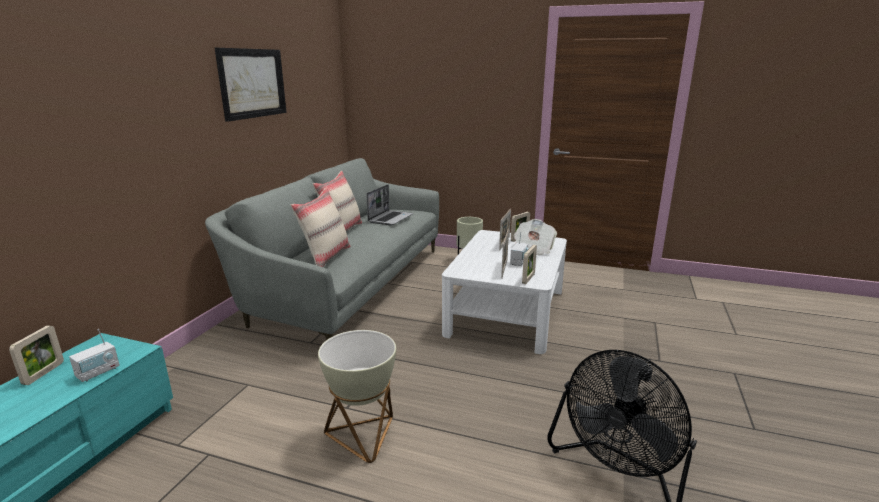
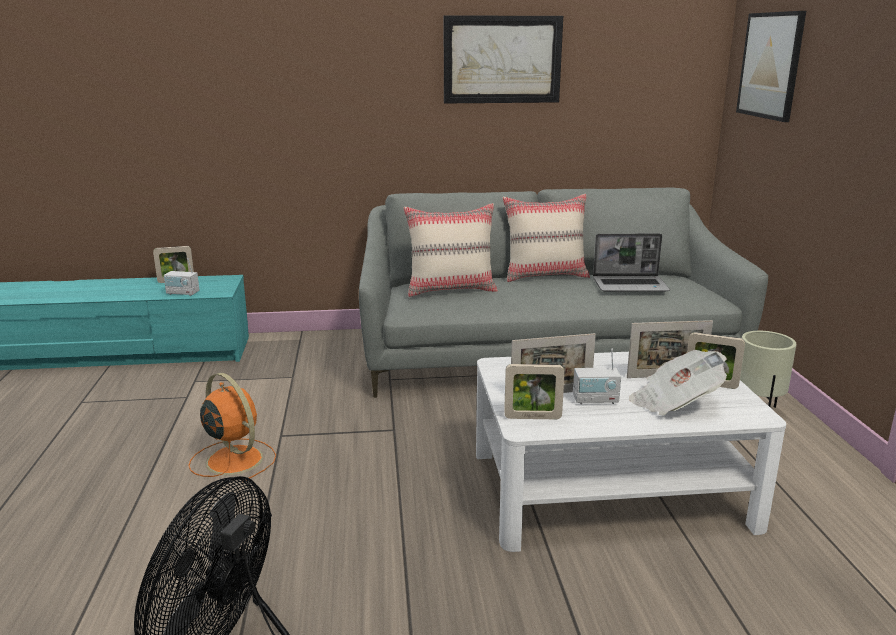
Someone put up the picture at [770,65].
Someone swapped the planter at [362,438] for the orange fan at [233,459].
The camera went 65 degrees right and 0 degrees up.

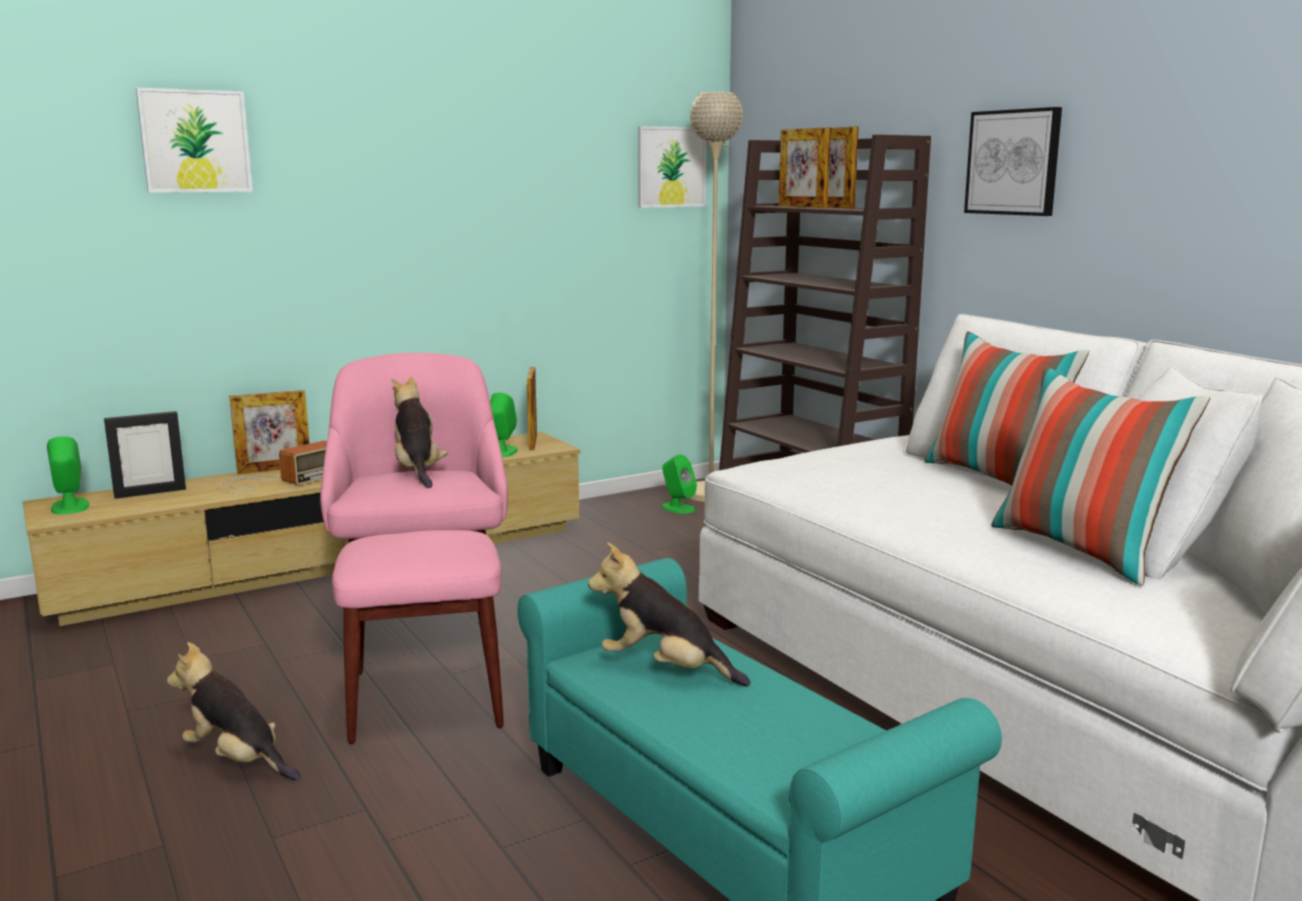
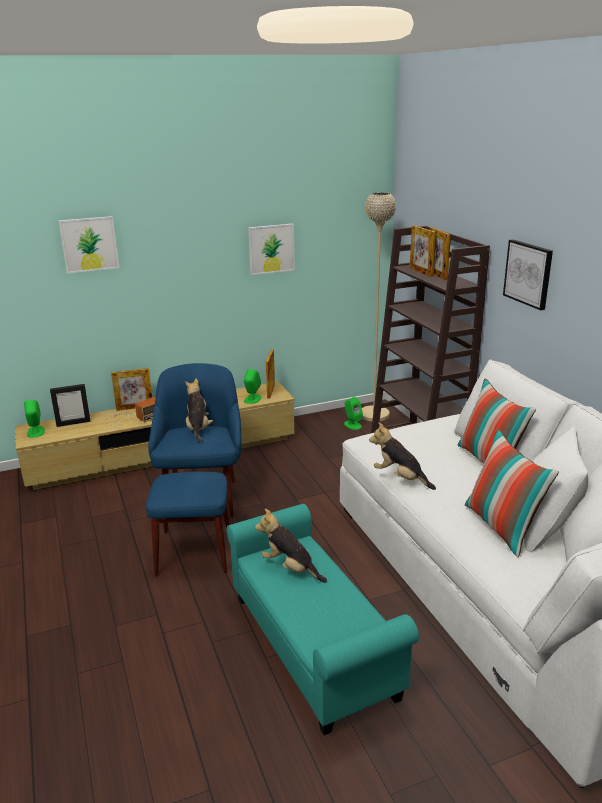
Someone carried the plush toy from [237,760] to [400,478].
Someone carried the picture from [671,167] to [271,249].
Someone repainted the pink armchair at [424,646], which became the blue armchair at [199,517].
The camera went 10 degrees right and 10 degrees up.

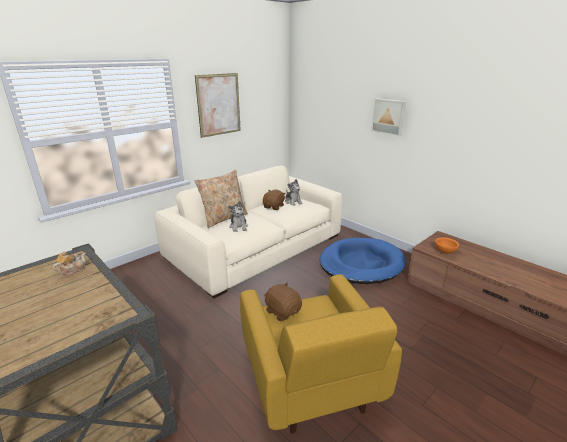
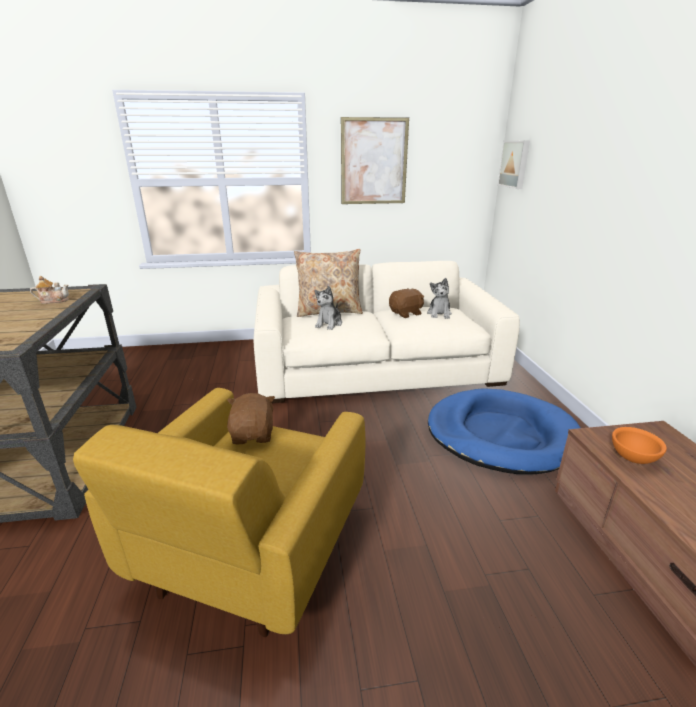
Someone carried the picture from [388,116] to [515,164].
The camera went 35 degrees right and 0 degrees up.

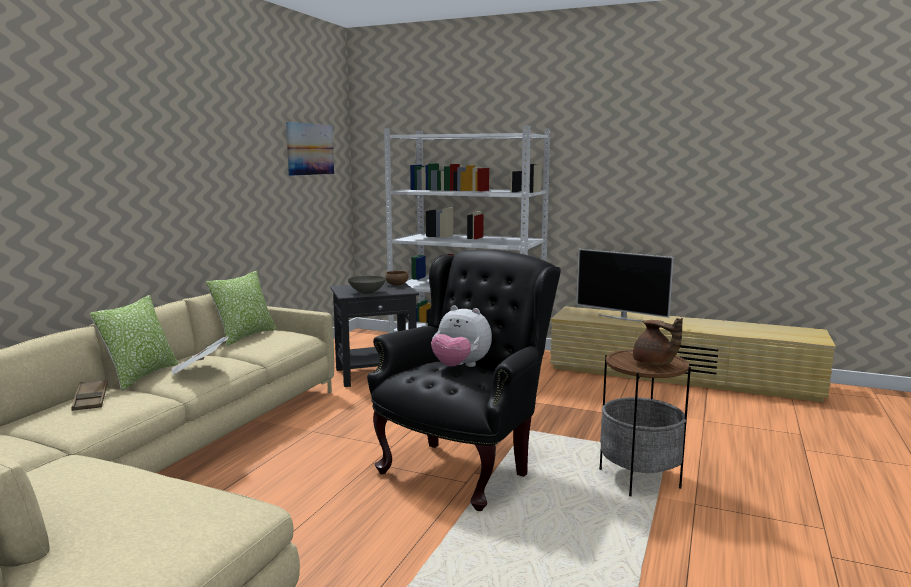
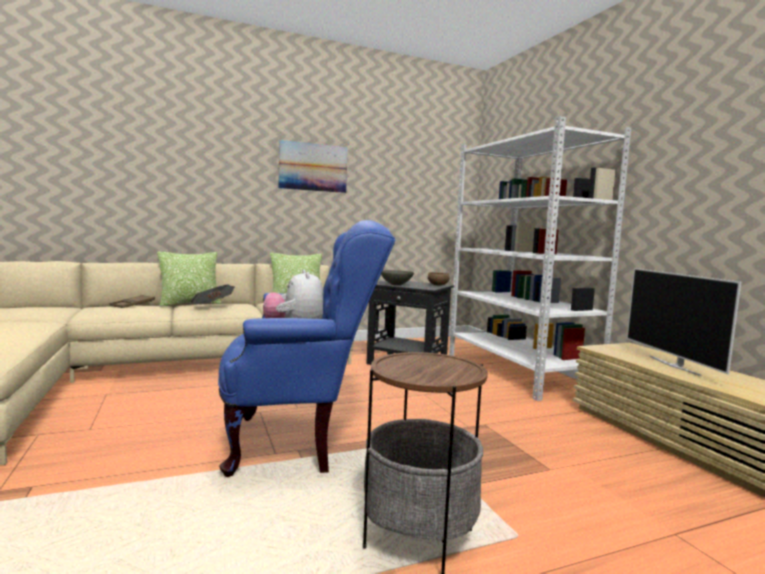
Someone took away the brown teapot at [654,364].
Someone carried the picture from [310,149] to [313,167].
Someone repainted the black armchair at [464,467], which became the blue armchair at [301,443].
The camera went 45 degrees right and 5 degrees down.

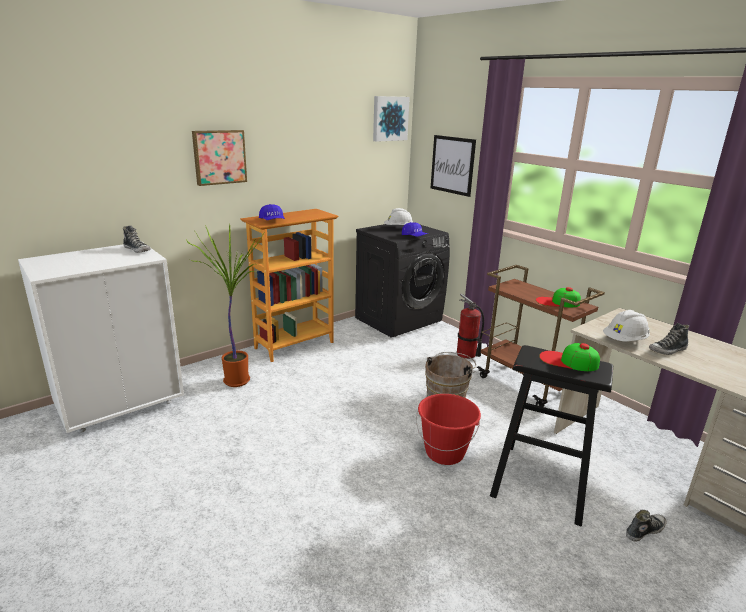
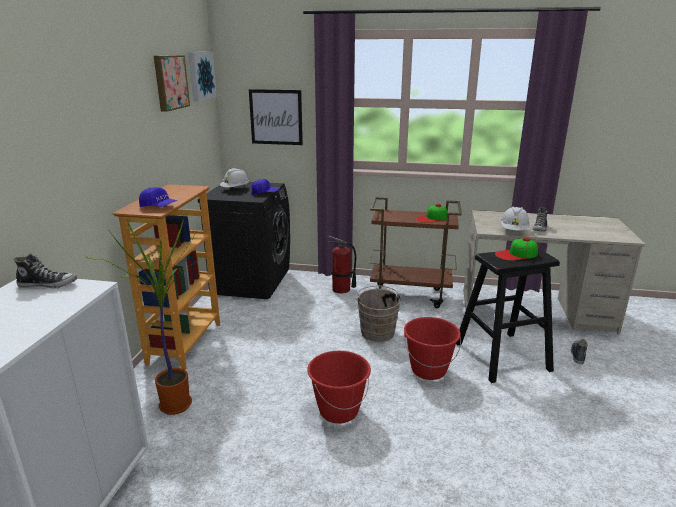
Someone put down the red bucket at [338,410].
Someone carried the picture from [219,157] to [170,82].
The camera went 40 degrees left and 0 degrees up.

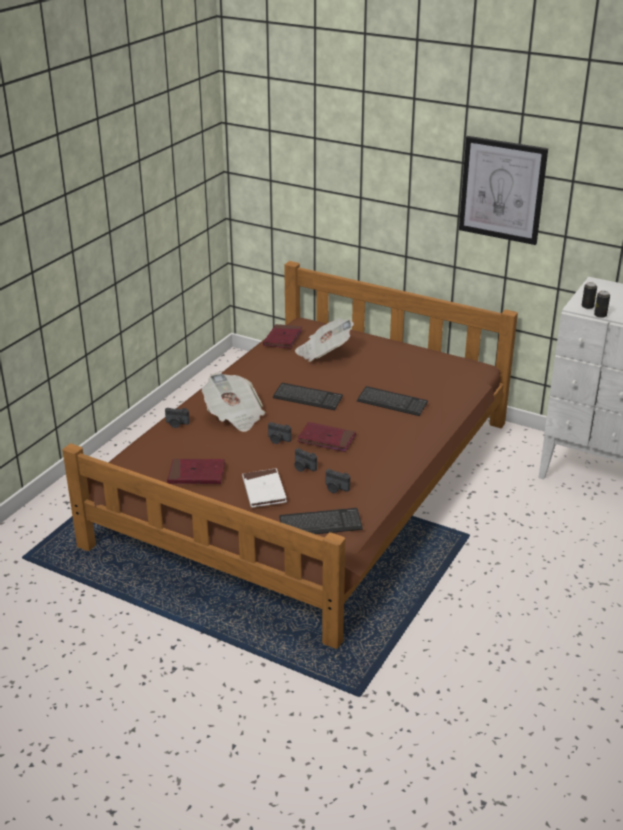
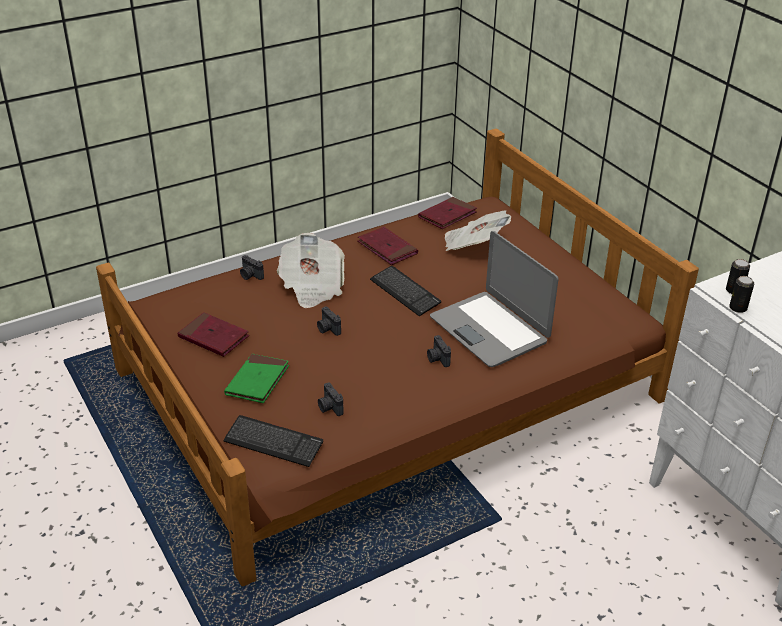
Someone took away the picture at [502,190].
Someone carried the photo camera from [303,467] to [437,359].
Someone carried the red book from [326,439] to [387,248].
Someone swapped the keyboard at [392,403] for the laptop at [489,329].
Someone repainted the white book at [264,490], which became the green book at [257,381].
The camera went 30 degrees right and 5 degrees up.

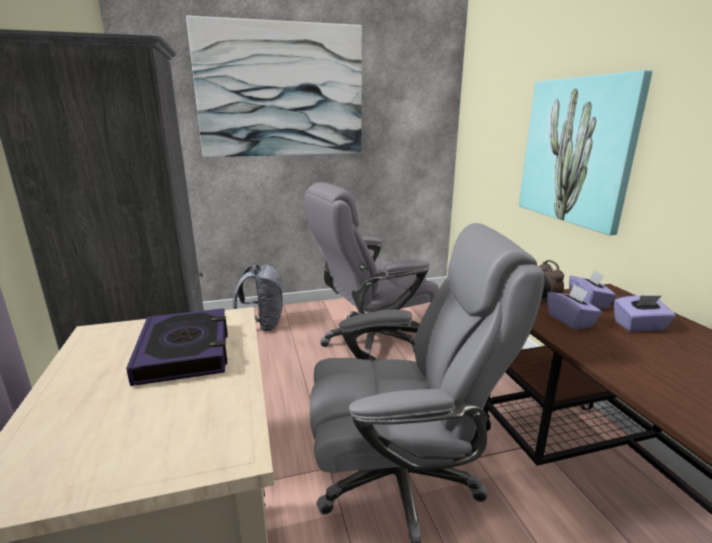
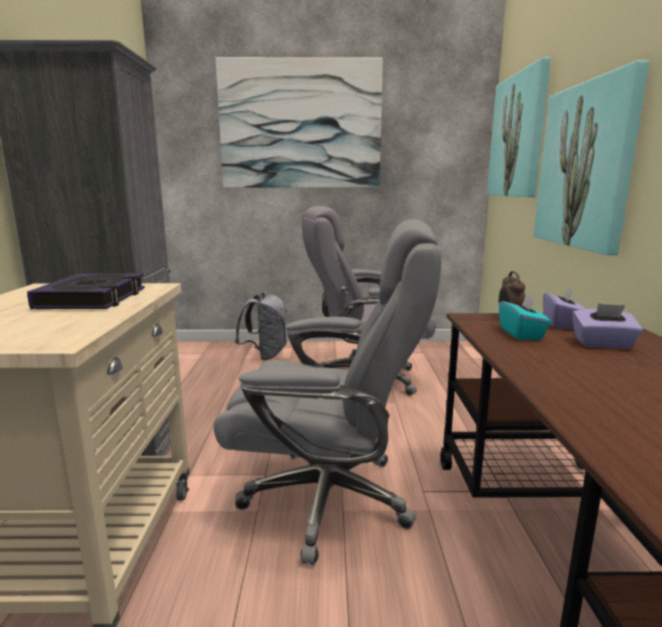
Someone put up the picture at [518,136].
Someone repainted the purple tissue box at [570,320], which became the turquoise tissue box at [521,334].
The camera went 15 degrees right and 5 degrees down.

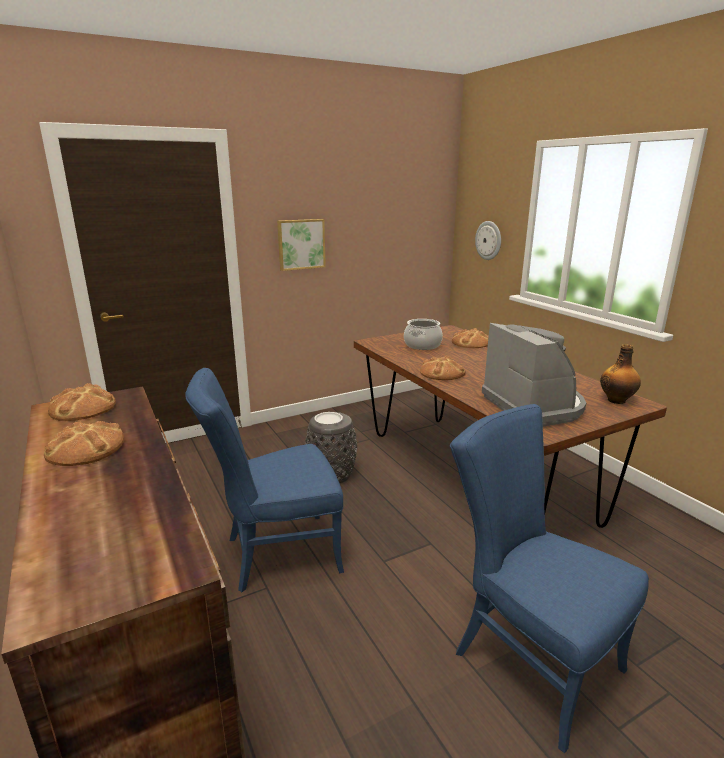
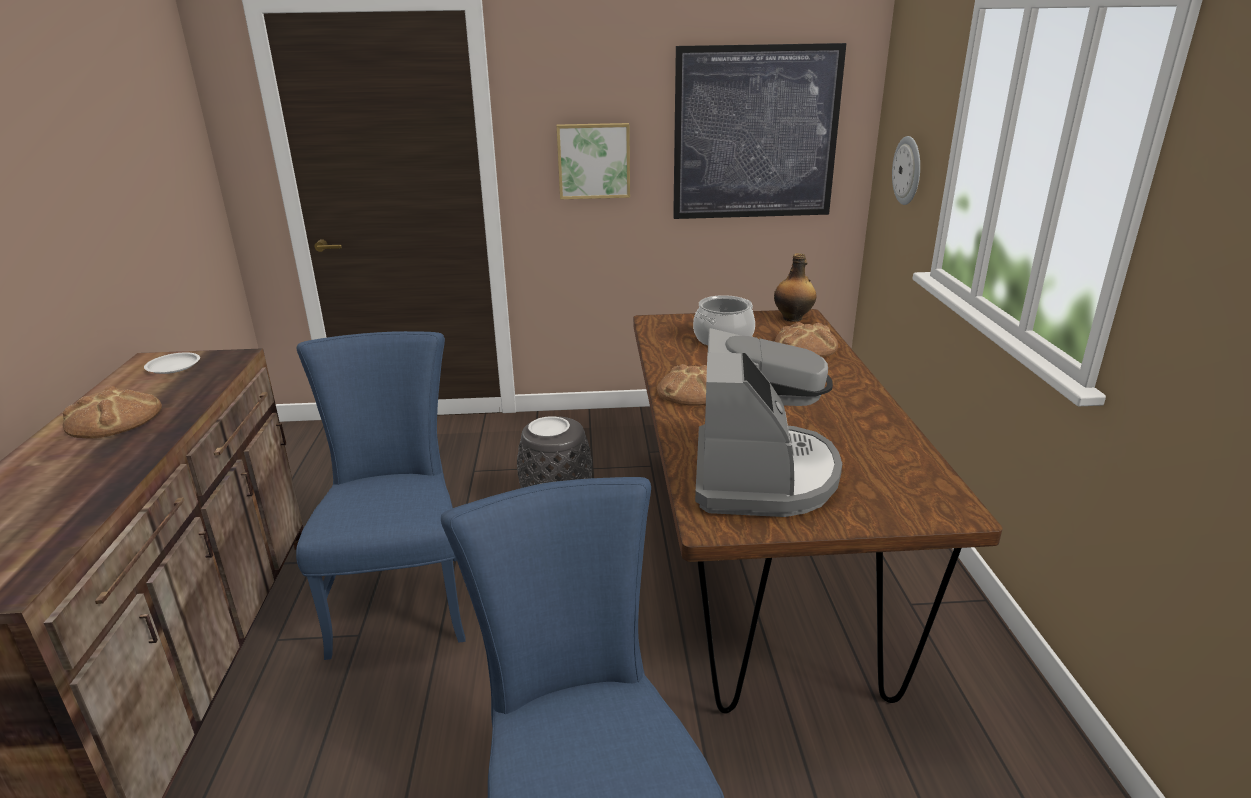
Someone put up the picture at [755,134].
Someone carried the bottle from [617,400] to [793,318].
Someone swapped the bread at [83,408] for the white plate at [174,366].
Someone rotated the blue chair at [275,554] by 75 degrees clockwise.
The camera went 25 degrees right and 5 degrees up.

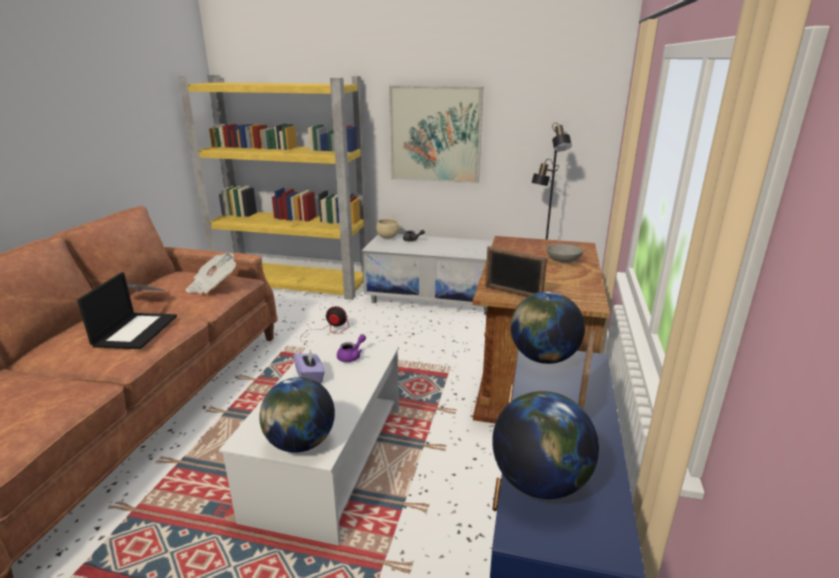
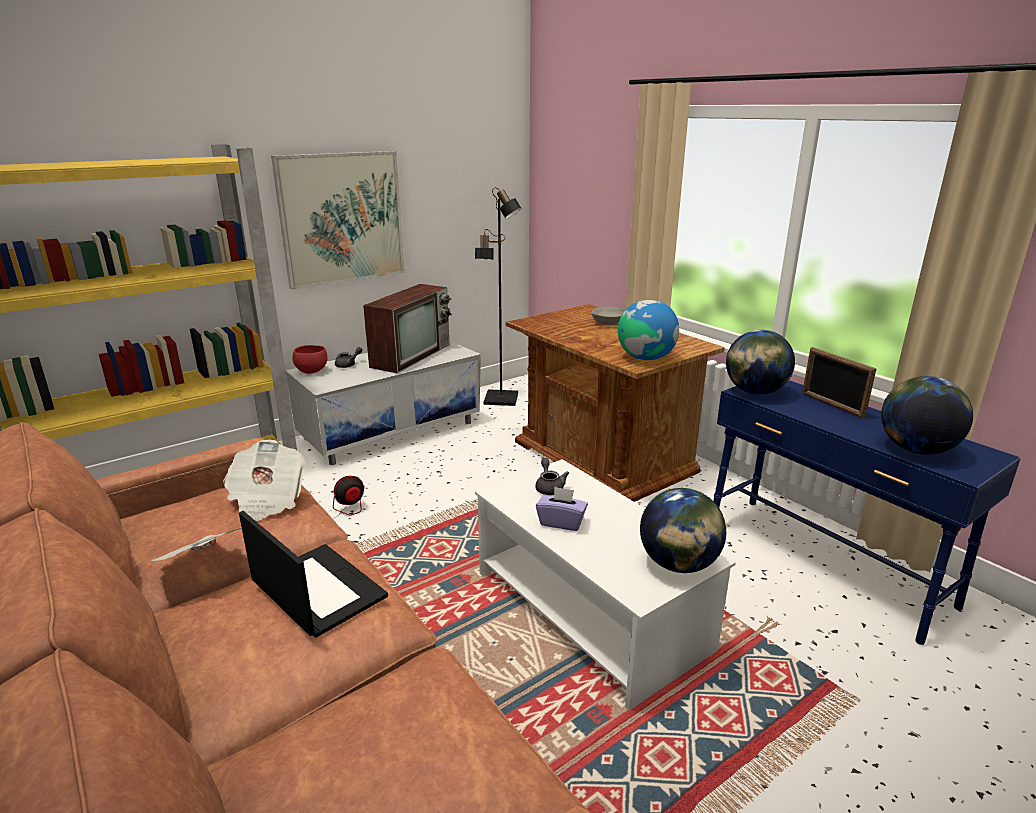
Someone put down the television at [411,355].
Someone swapped the picture frame at [513,293] for the globe at [645,358].
Someone repainted the purple teapot at [352,356], which became the grey teapot at [549,487].
Someone repainted the beige bowl at [388,237], which became the red bowl at [312,371].
The camera went 50 degrees left and 0 degrees up.

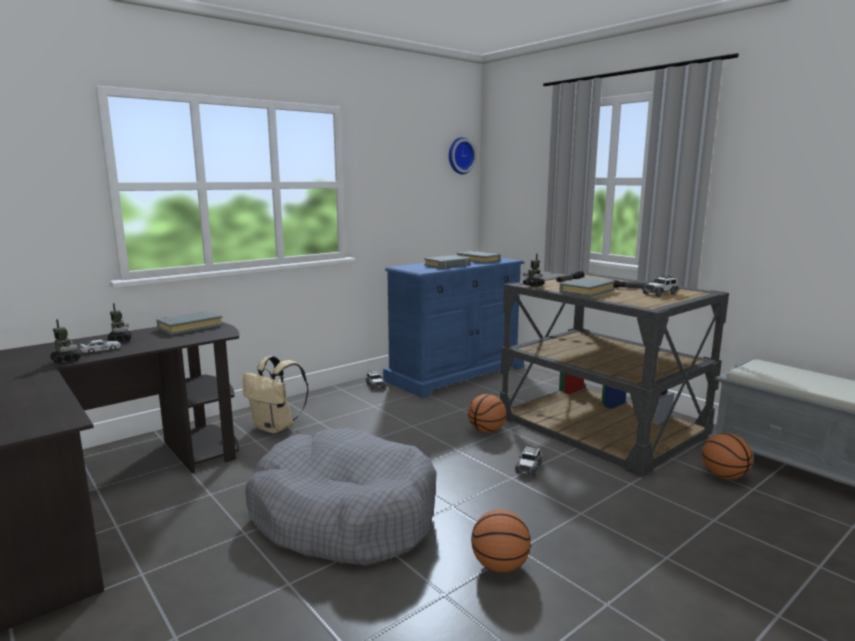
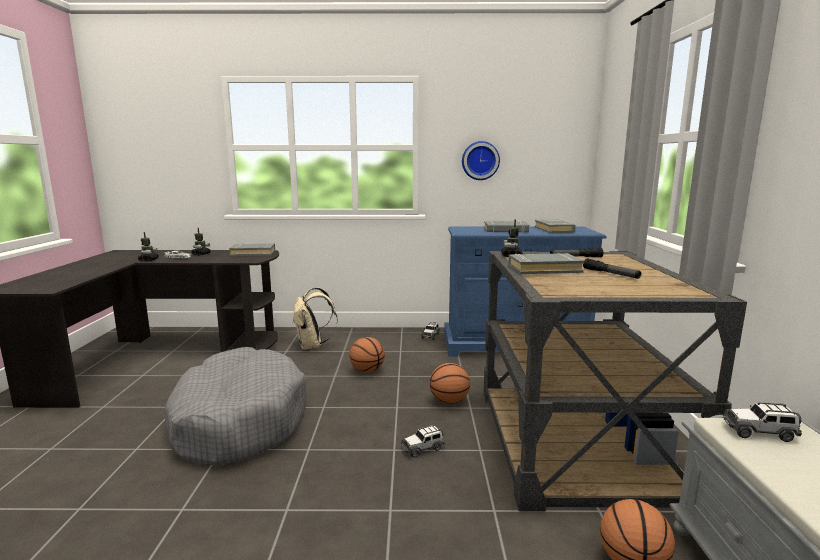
Someone carried the wall clock from [460,155] to [480,160].
Someone carried the basketball from [500,566] to [367,371].
Someone carried the toy car from [660,294] to [759,432].
The camera went 40 degrees right and 0 degrees up.

